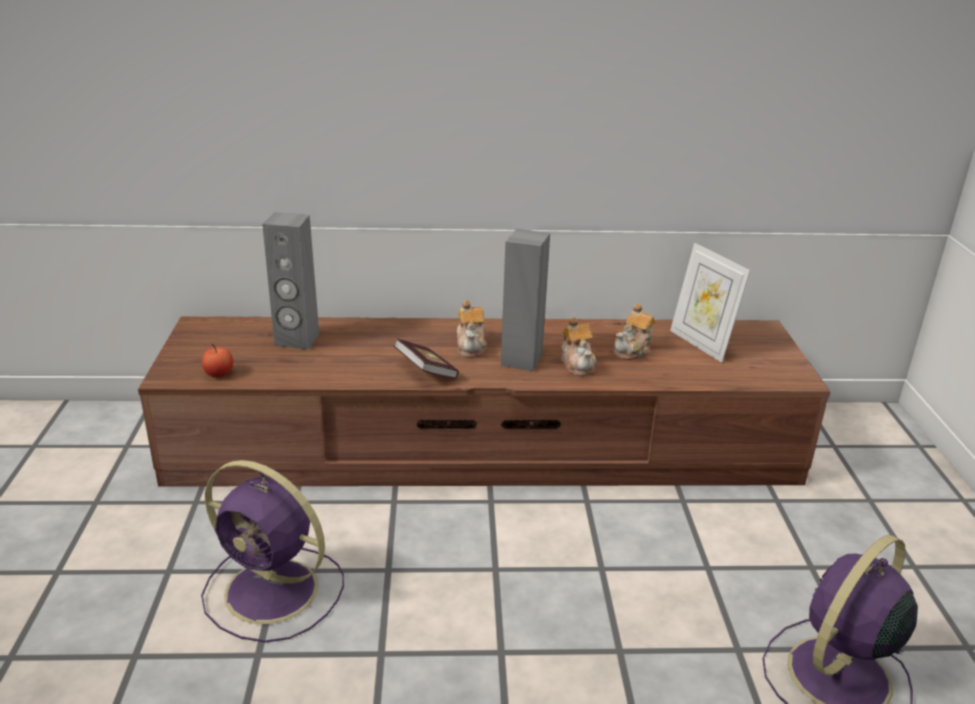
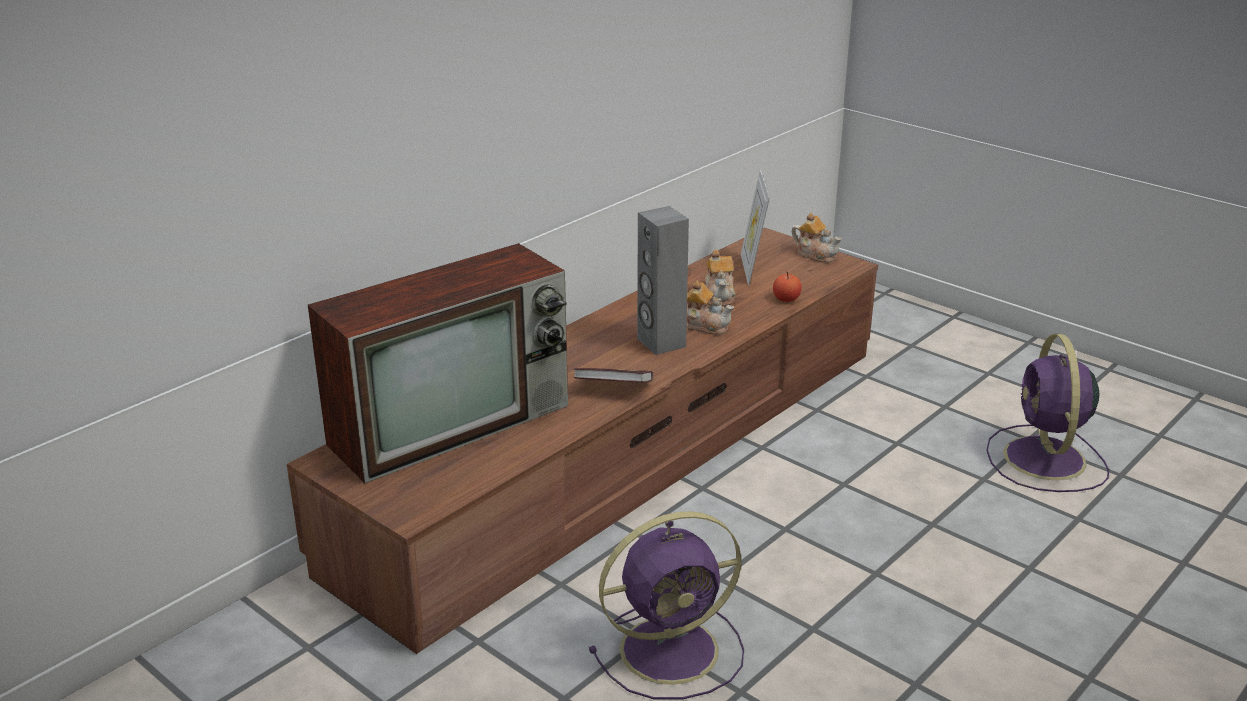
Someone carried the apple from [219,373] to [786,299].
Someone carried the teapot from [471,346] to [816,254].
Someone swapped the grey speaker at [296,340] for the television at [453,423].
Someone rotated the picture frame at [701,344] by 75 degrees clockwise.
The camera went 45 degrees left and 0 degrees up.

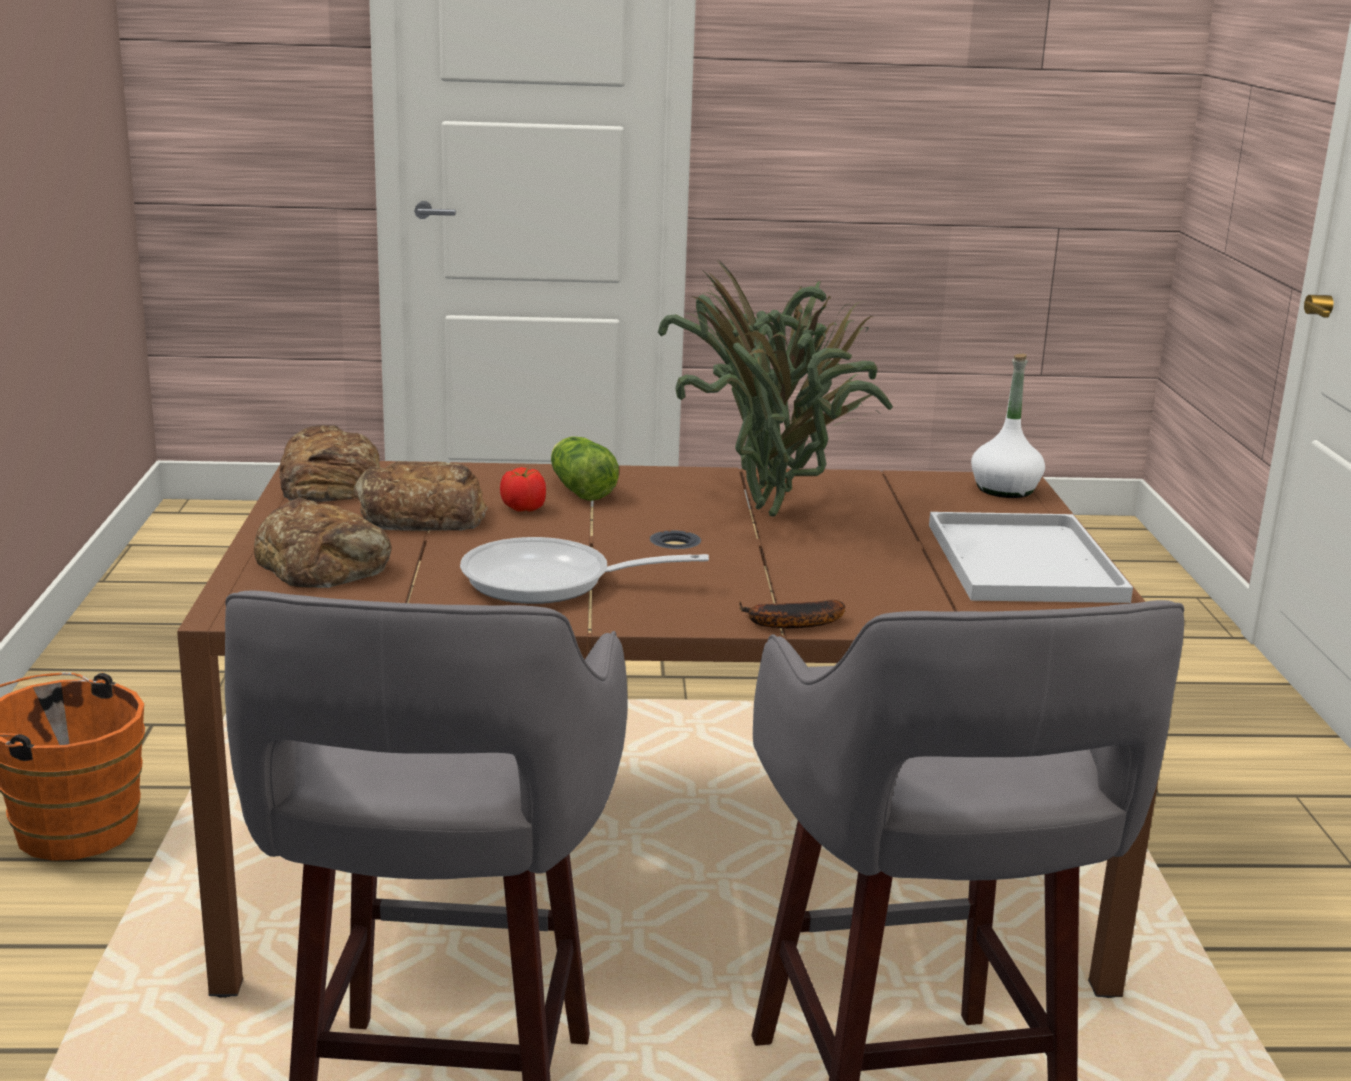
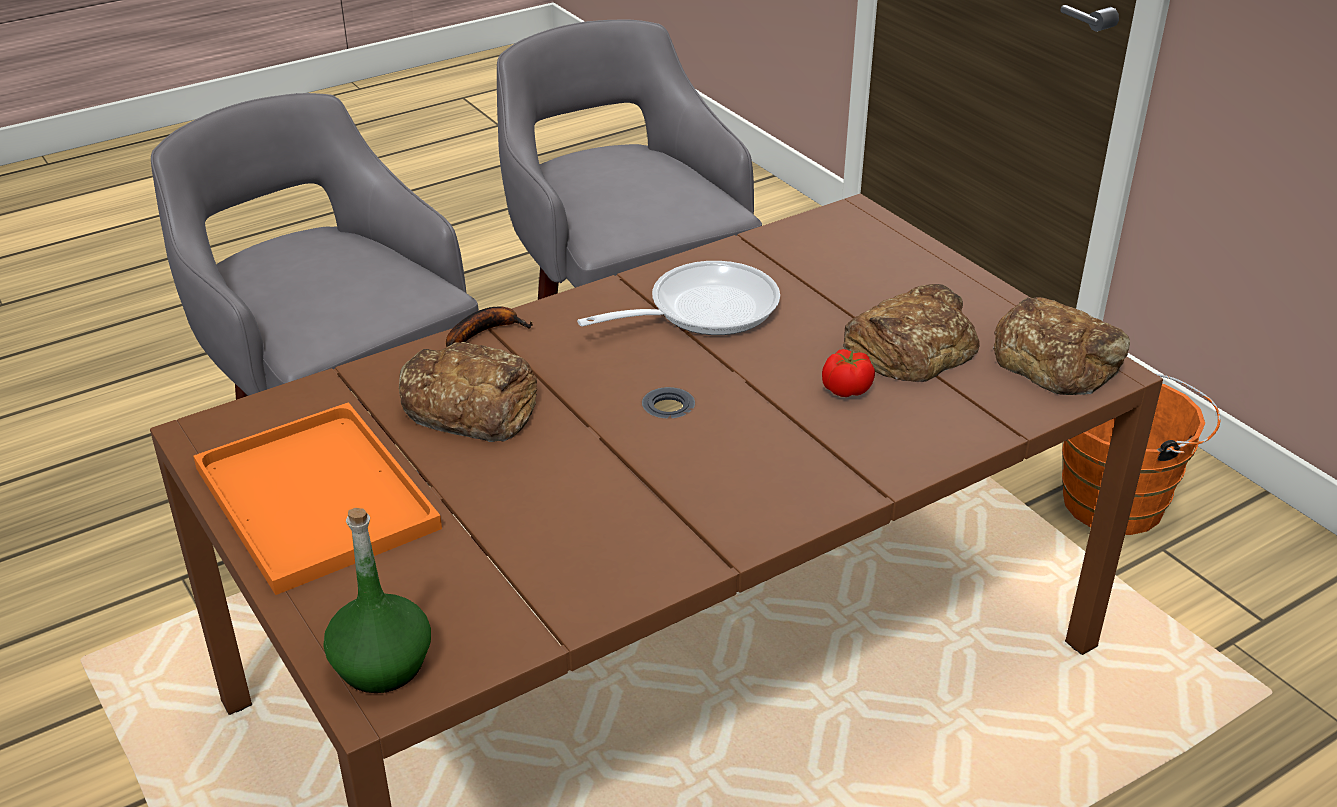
Someone took away the lettuce at [580,489].
Someone took away the potted plant at [772,507].
Someone carried the bread from [324,562] to [470,405].
Someone repainted the white tray at [1020,560], which became the orange tray at [320,499].
Someone repainted the white bottle at [1004,489], which became the green bottle at [382,665].
The camera went 150 degrees right and 15 degrees up.

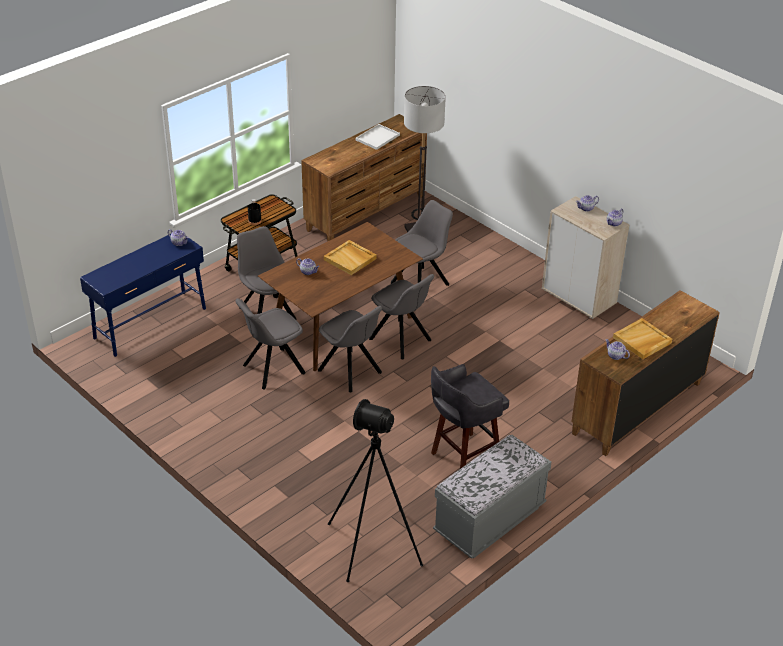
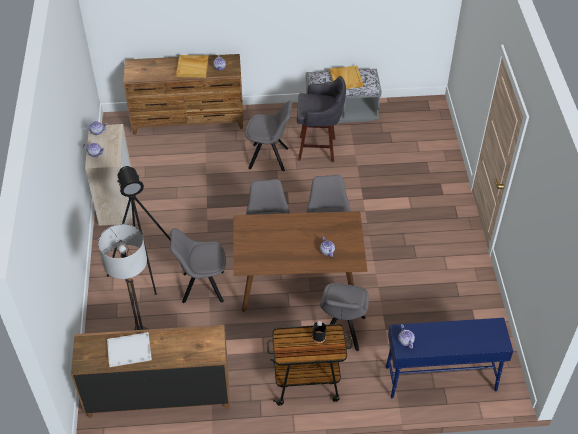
Someone carried the grey chair from [273,369] to [269,158].
Someone carried the beige tray from [350,259] to [345,79].
Someone carried the black floor lamp from [374,545] to [145,265].
The camera went 140 degrees left and 10 degrees up.

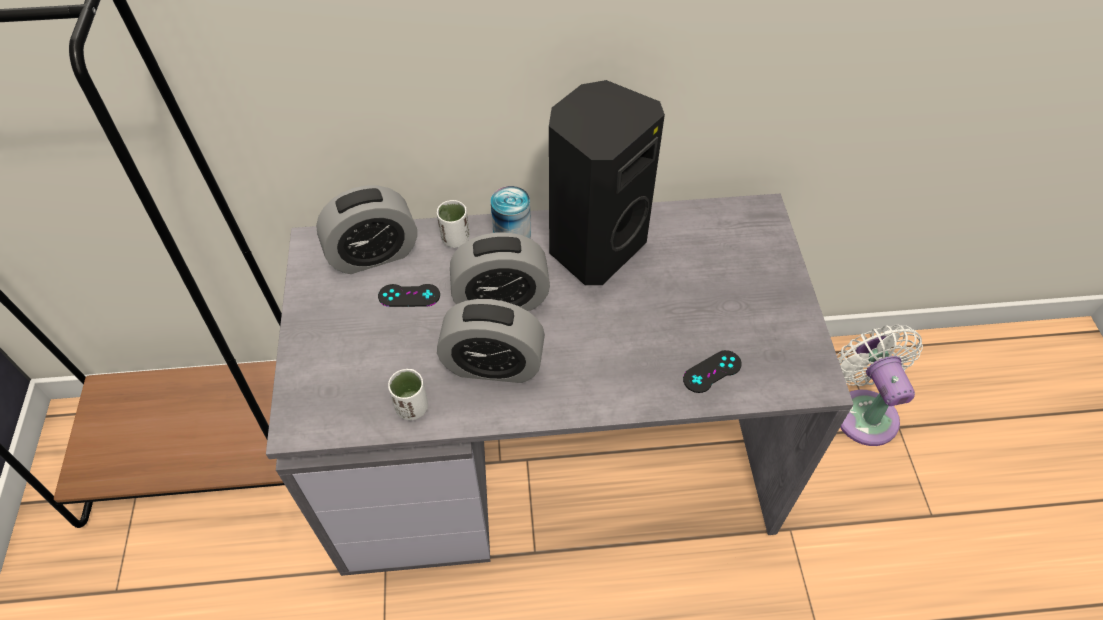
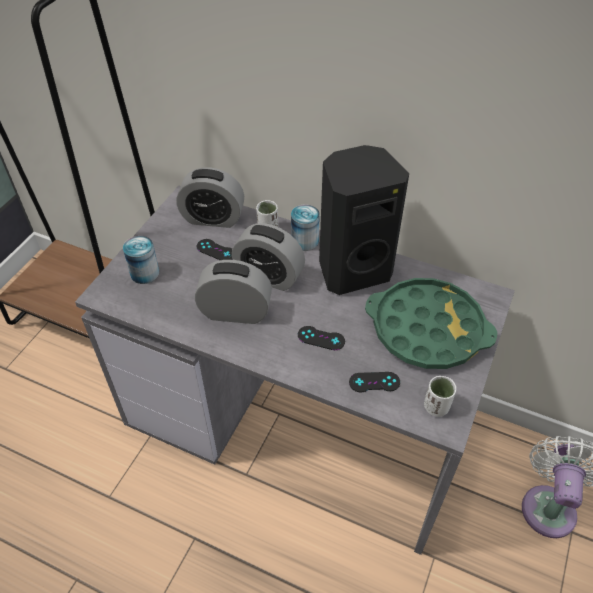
Someone put down the can at [145,273].
Someone put down the black game controller at [321,338].
Someone put down the green tray at [427,329].
Someone carried the white cup from [412,407] to [436,407].
Someone rotated the alarm clock at [493,365] by 150 degrees clockwise.
The camera went 30 degrees right and 5 degrees down.

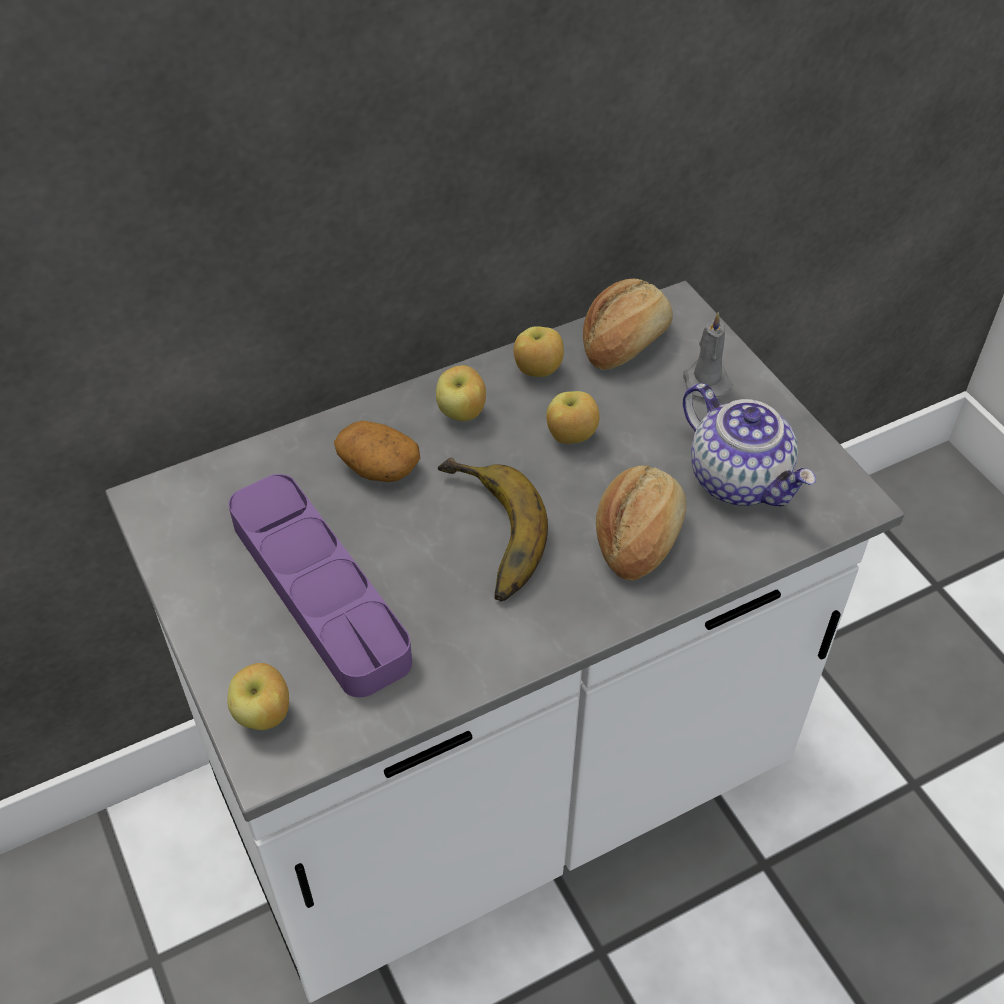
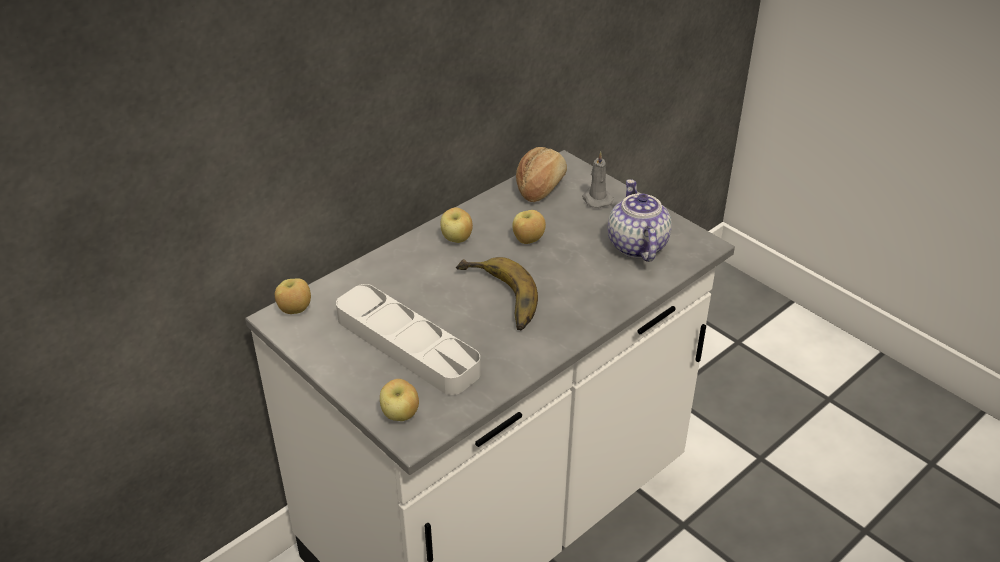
Someone took away the potato at [378,467].
Someone took away the bread at [637,537].
Someone carried the apple from [537,371] to [295,310].
Someone repainted the purple tray at [319,590], which became the grey tray at [407,345].
Someone rotated the teapot at [740,479] by 135 degrees counterclockwise.
The camera went 15 degrees left and 10 degrees down.

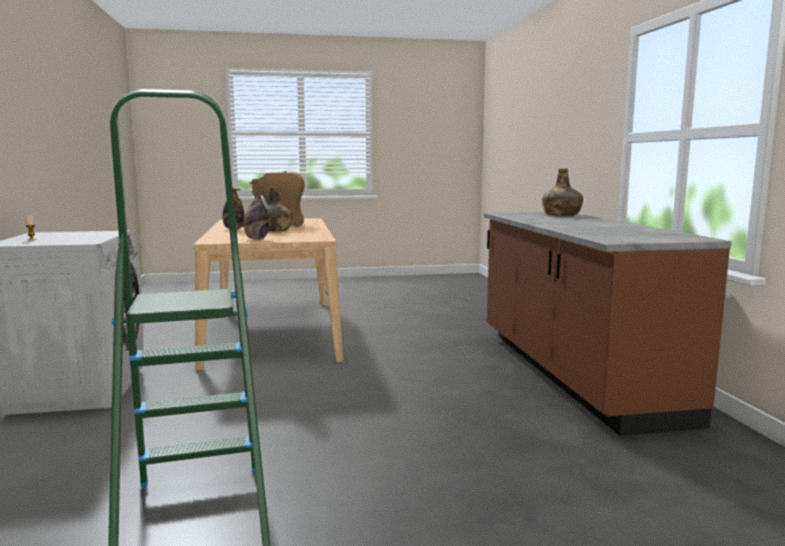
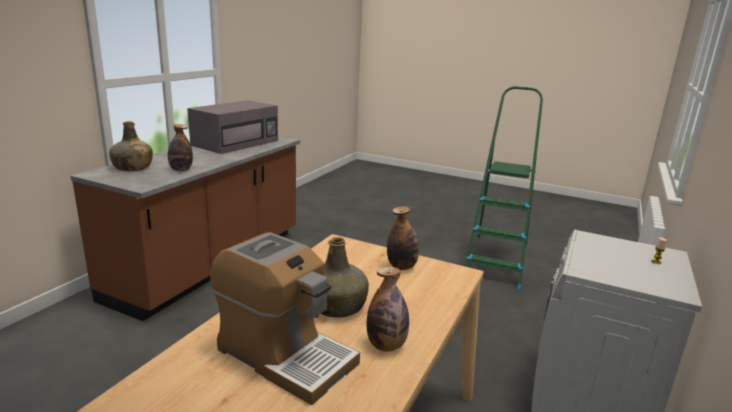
Someone put down the bottle at [181,170].
Someone put down the grey microwave at [236,143].
The camera went 145 degrees left and 10 degrees up.

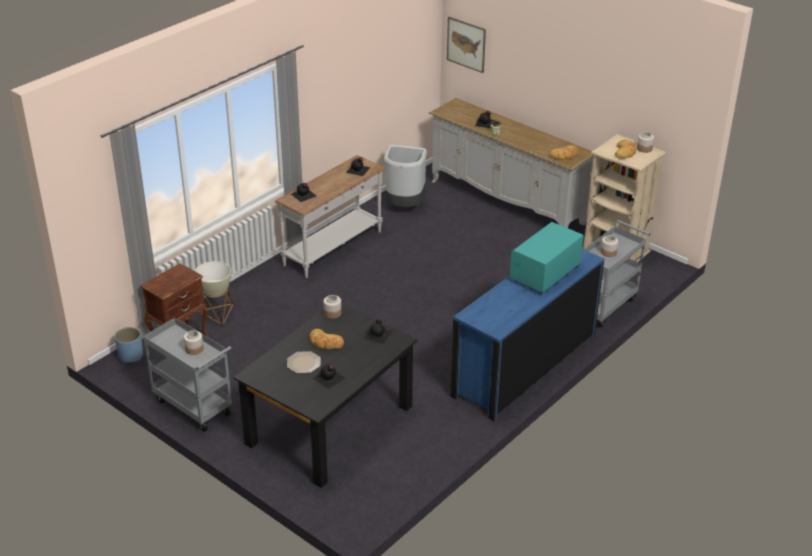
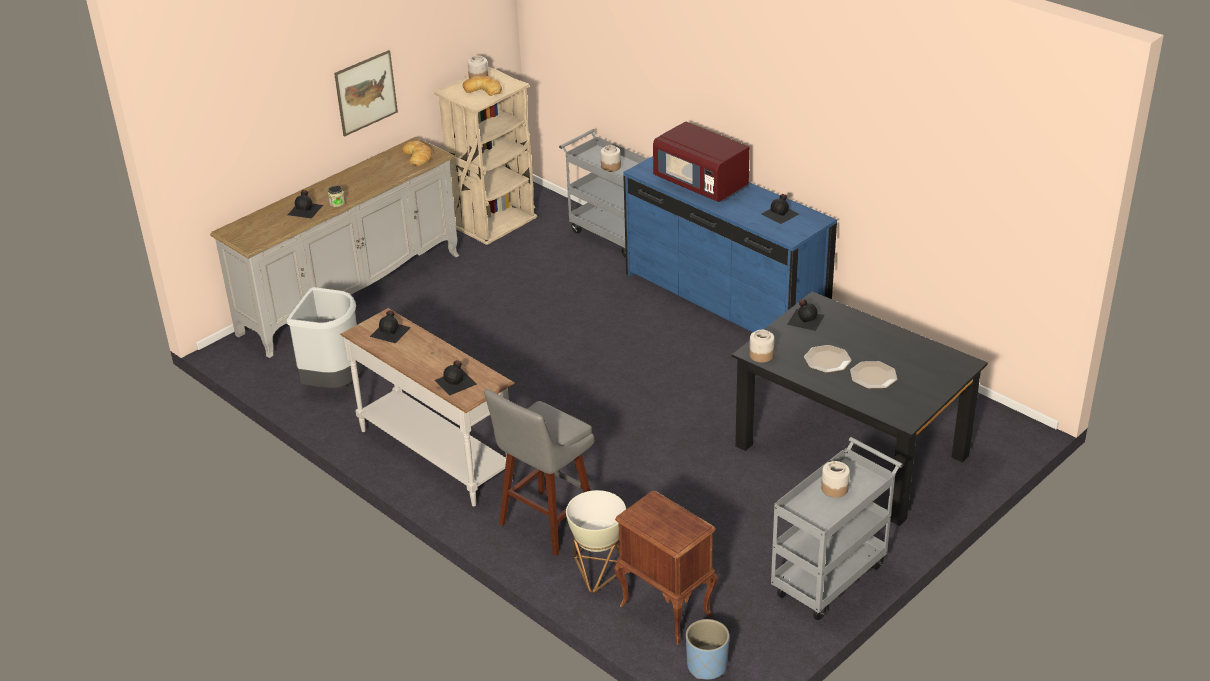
Someone put down the grey stool at [545,524].
Someone carried the black bottle from [329,378] to [780,214].
Someone carried the picture from [466,44] to [366,92].
Someone swapped the bread at [325,342] for the plate at [827,360].
Someone repainted the turquoise microwave at [545,274], which became the red microwave at [701,184].
The camera went 85 degrees left and 0 degrees up.

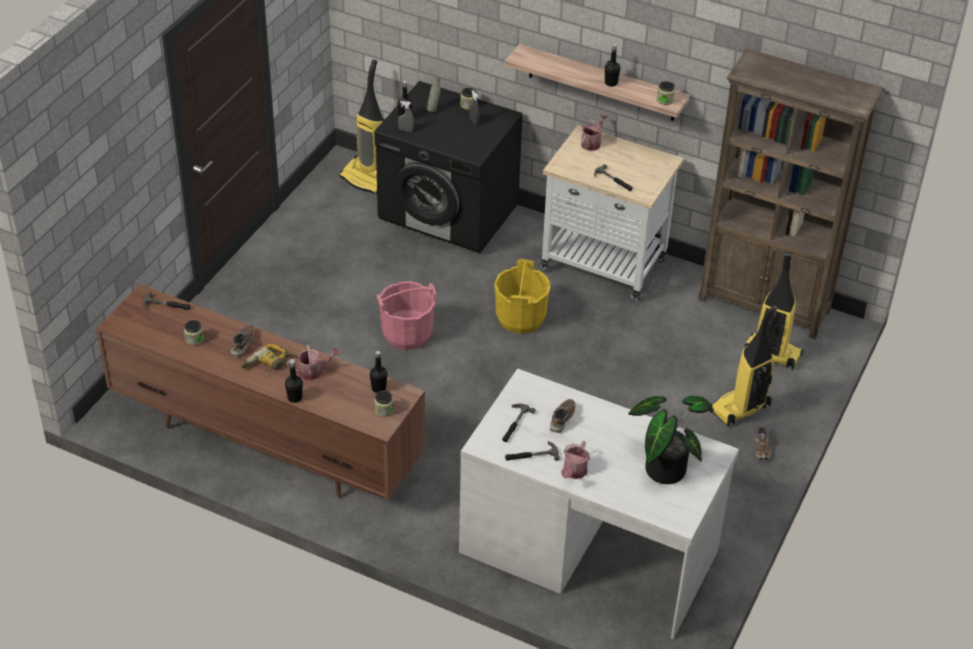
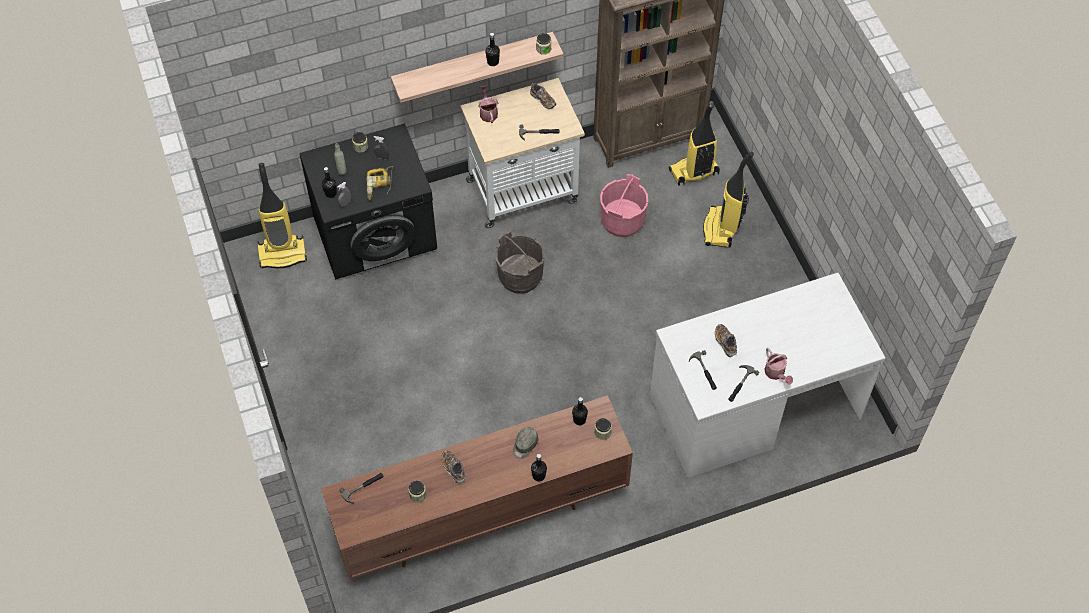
Someone took away the potted plant at [664,466].
Someone carried the power drill from [268,364] to [380,186].
Someone carried the pink bucket from [407,333] to [622,221].
Someone carried the shoe from [761,448] to [543,100].
Someone swapped the watering can at [314,371] for the grey cap at [524,445].
Someone repainted the yellow bucket at [520,318], which became the grey bucket at [520,276].
The camera went 45 degrees left and 15 degrees up.

